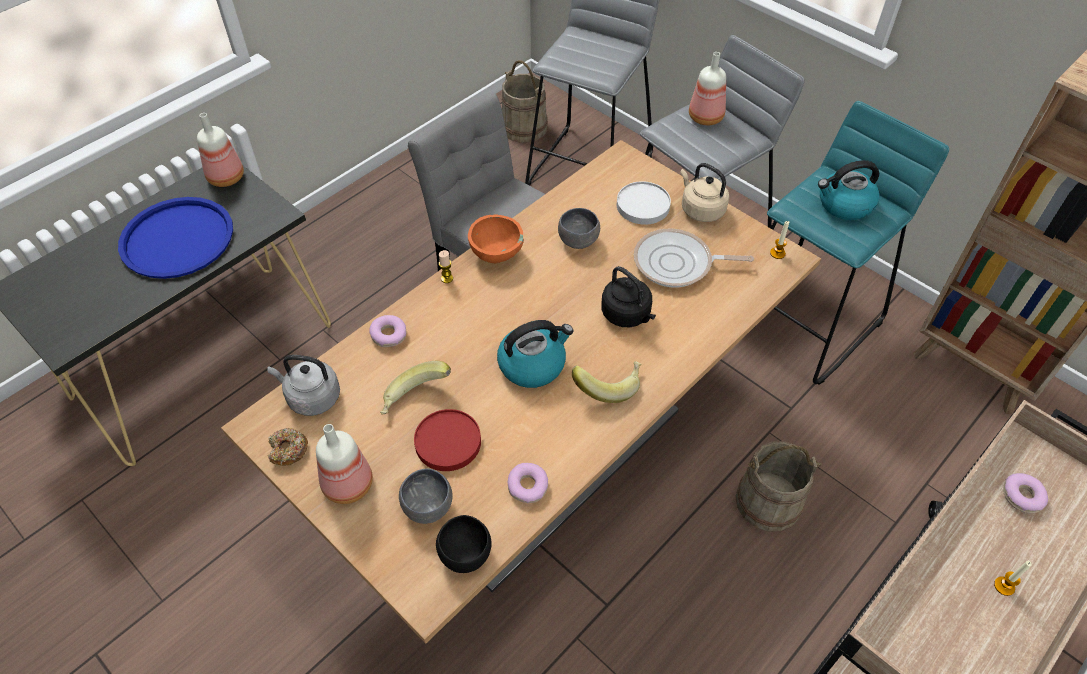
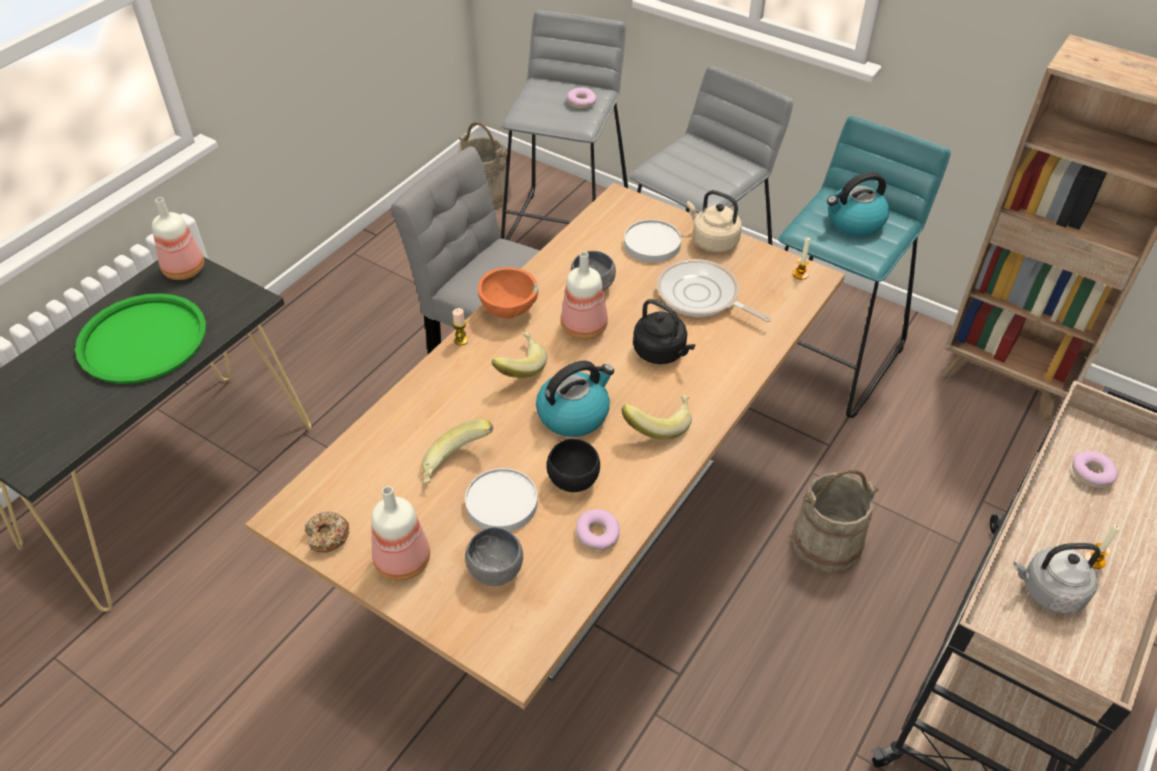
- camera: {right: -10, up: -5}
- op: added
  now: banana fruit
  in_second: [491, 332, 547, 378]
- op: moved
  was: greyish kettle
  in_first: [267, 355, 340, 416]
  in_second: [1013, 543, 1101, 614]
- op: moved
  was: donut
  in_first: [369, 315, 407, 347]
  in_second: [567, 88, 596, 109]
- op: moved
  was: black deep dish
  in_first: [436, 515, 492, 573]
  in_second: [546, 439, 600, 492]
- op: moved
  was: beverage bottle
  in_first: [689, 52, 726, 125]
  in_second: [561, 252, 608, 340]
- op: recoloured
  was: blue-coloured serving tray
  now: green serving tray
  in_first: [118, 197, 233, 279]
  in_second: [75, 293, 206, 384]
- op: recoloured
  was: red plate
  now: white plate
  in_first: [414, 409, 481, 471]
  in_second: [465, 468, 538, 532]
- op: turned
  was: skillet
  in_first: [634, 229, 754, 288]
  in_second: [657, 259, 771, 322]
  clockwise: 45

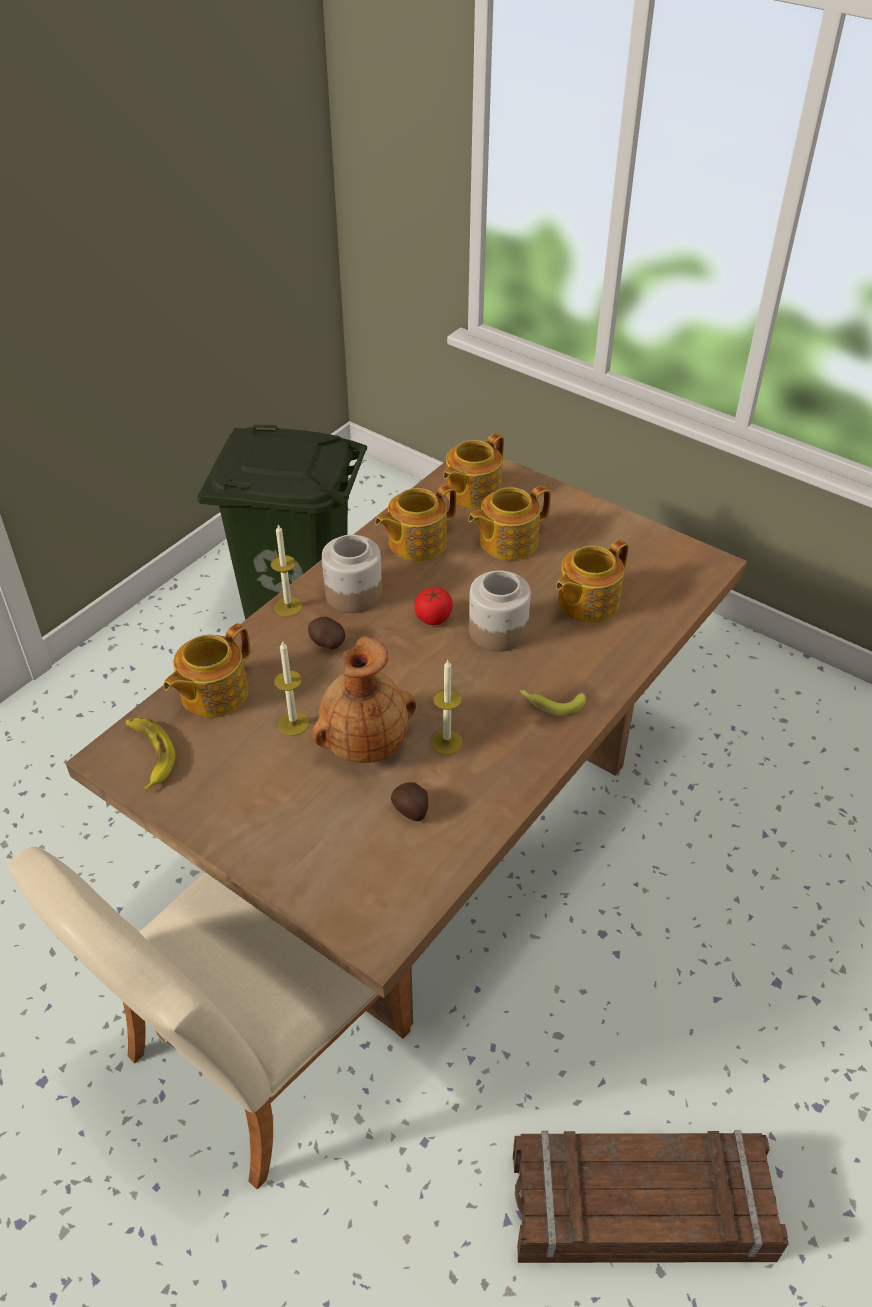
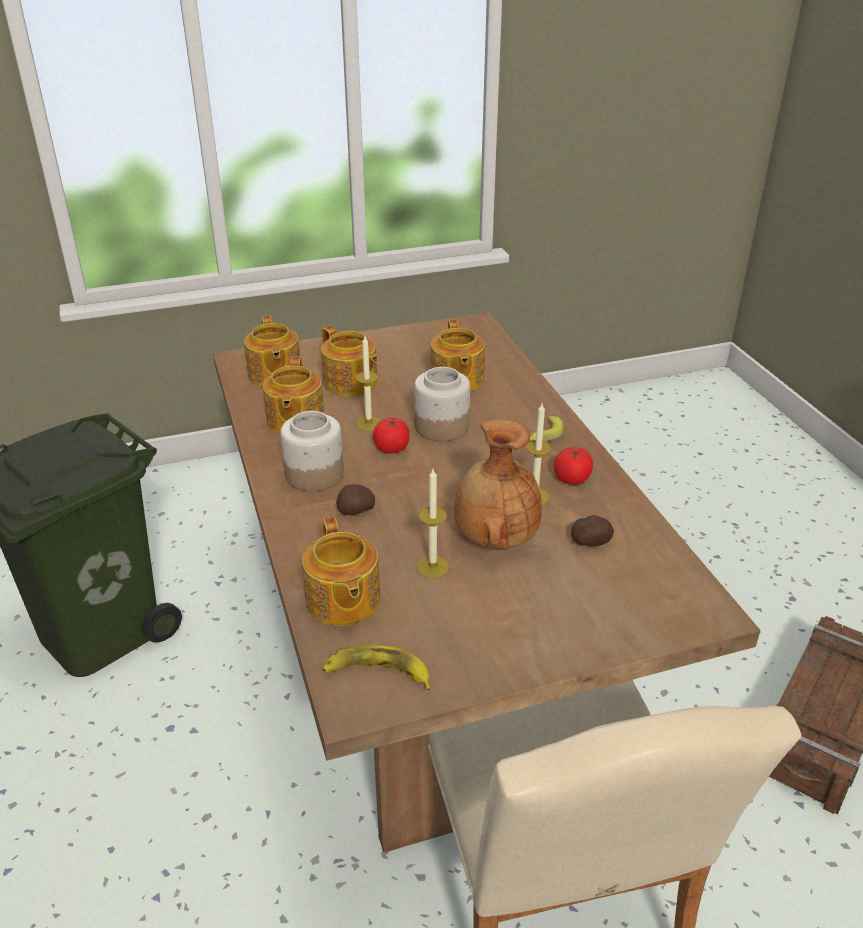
- camera: {right: -55, up: -10}
- op: added
  now: tomato
  in_second: [554, 447, 593, 485]
- op: moved
  was: wax candle
  in_first: [271, 525, 302, 617]
  in_second: [355, 336, 381, 431]
- op: turned
  was: teapot
  in_first: [468, 485, 551, 560]
  in_second: [321, 325, 378, 397]
  clockwise: -45

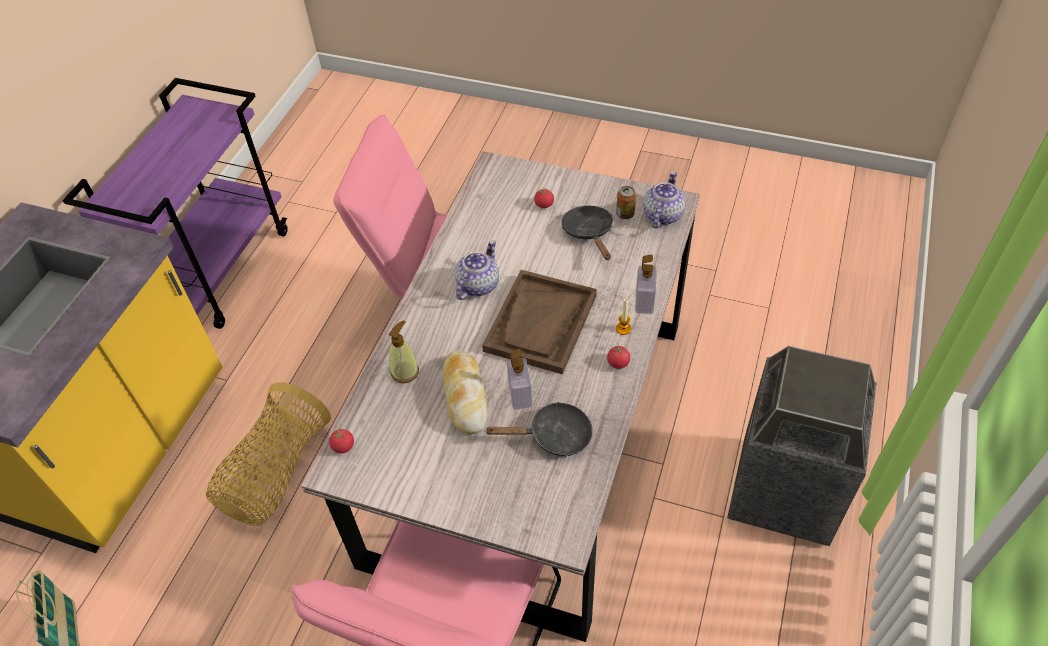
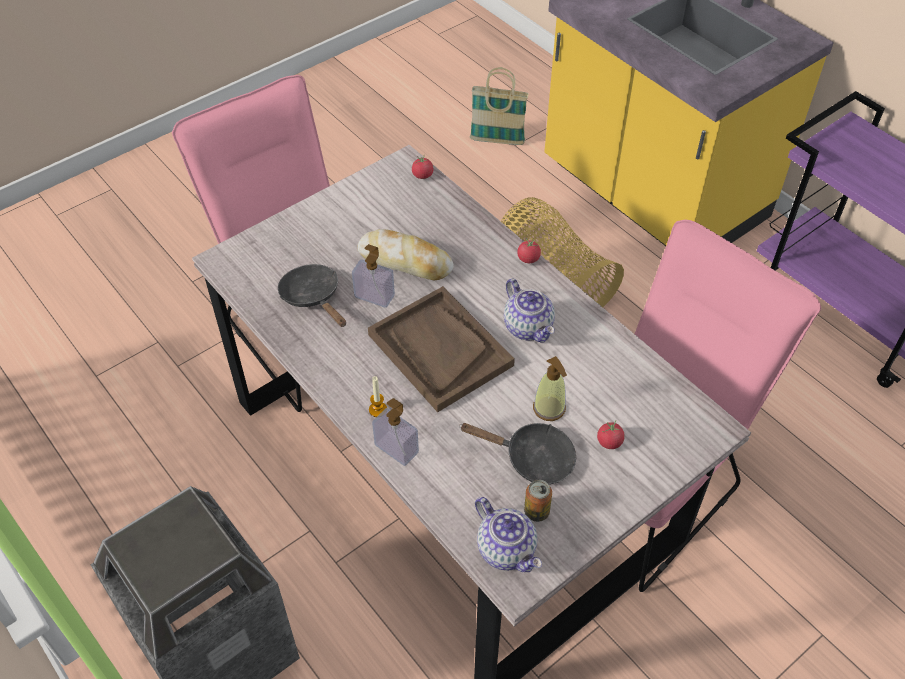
- camera: {right: 120, up: 0}
- op: moved
  was: liquid soap bottle
  in_first: [388, 321, 419, 383]
  in_second: [533, 356, 567, 421]
- op: moved
  was: tomato
  in_first: [607, 345, 630, 369]
  in_second: [517, 238, 541, 263]
- op: turned
  was: black skillet
  in_first: [486, 402, 593, 457]
  in_second: [278, 264, 346, 327]
  clockwise: 120

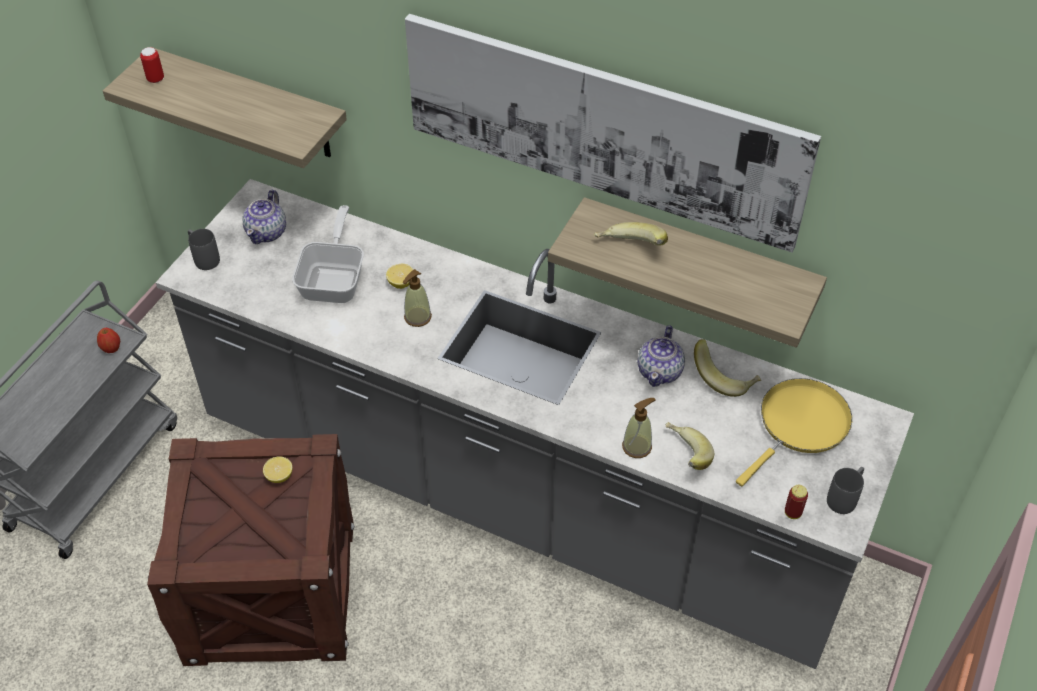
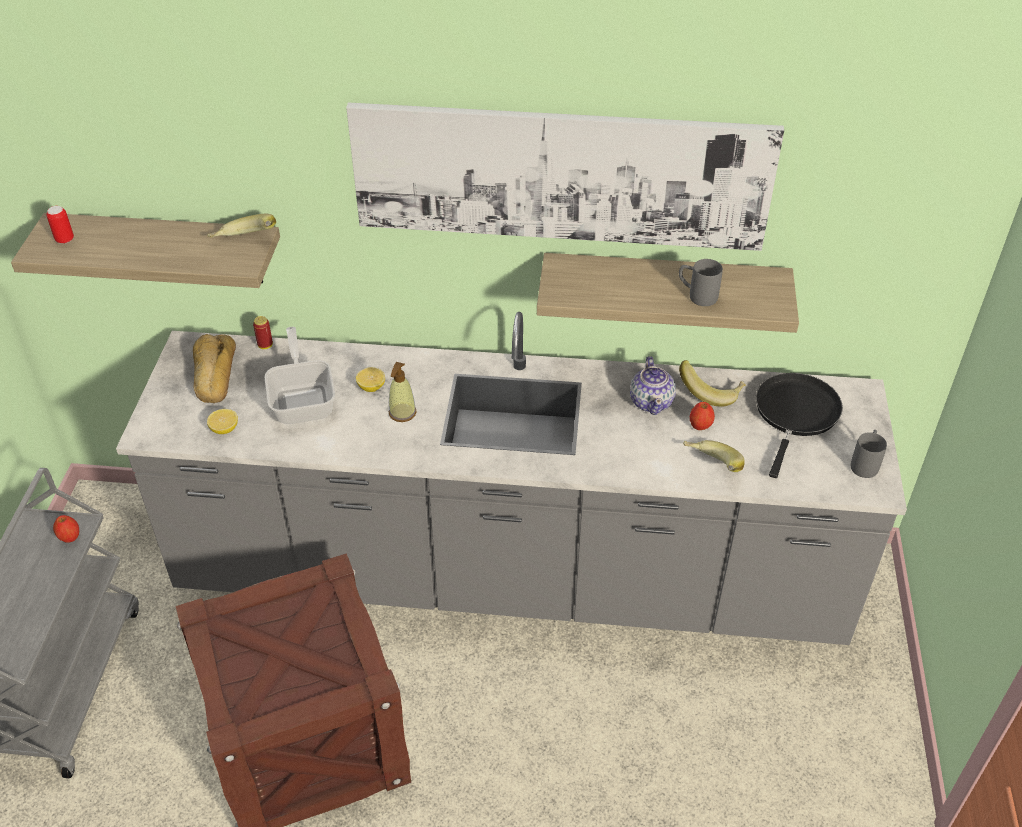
- camera: {right: -20, up: -5}
- op: removed
  was: liquid soap bottle
  in_first: [622, 398, 656, 458]
- op: added
  now: whole apple
  in_second: [690, 402, 715, 430]
- op: moved
  was: greyish coffee mug
  in_first: [188, 229, 220, 270]
  in_second: [679, 259, 723, 306]
- op: moved
  was: whole lemon
  in_first: [263, 456, 293, 483]
  in_second: [207, 409, 238, 434]
- op: moved
  was: banana fruit
  in_first: [594, 222, 668, 246]
  in_second: [207, 214, 276, 238]
- op: moved
  was: can
  in_first: [785, 485, 808, 519]
  in_second: [253, 316, 273, 349]
- op: replaced
  was: teapot
  now: baked bread
  in_first: [242, 190, 286, 244]
  in_second: [193, 334, 236, 403]
- op: recoloured
  was: yellow-coloured skillet
  now: black skillet
  in_first: [736, 378, 852, 486]
  in_second: [756, 373, 843, 478]

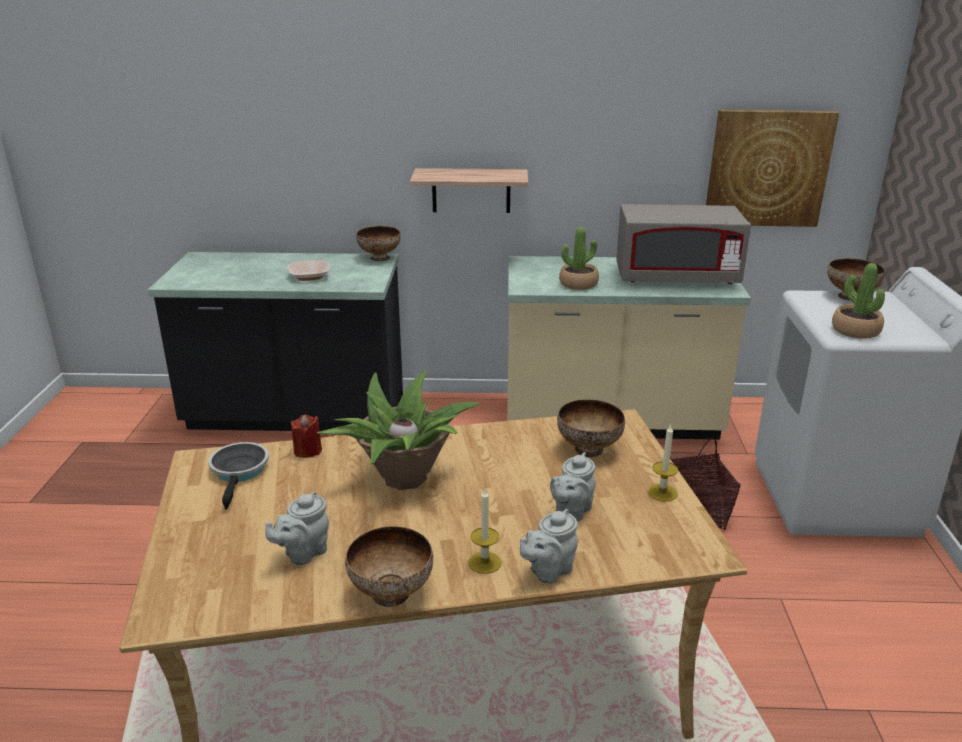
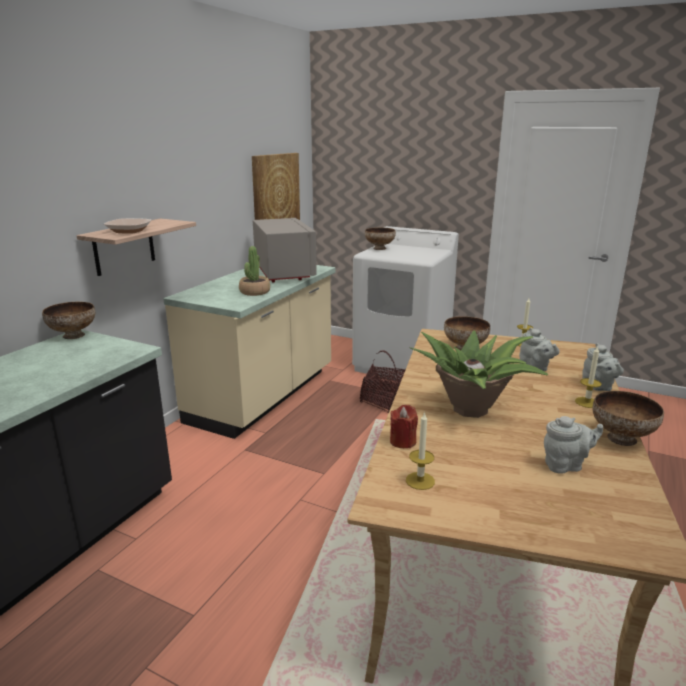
- camera: {right: -65, up: -5}
- op: removed
  was: potted plant
  in_first: [832, 263, 885, 339]
- op: moved
  was: deep dish
  in_first: [288, 260, 330, 281]
  in_second: [104, 218, 151, 233]
- op: replaced
  was: skillet
  now: wax candle
  in_first: [208, 442, 269, 510]
  in_second: [406, 411, 435, 490]
- op: turned
  was: greyish teapot
  in_first: [265, 491, 329, 565]
  in_second: [544, 416, 603, 474]
  clockwise: -75
- op: turned
  was: greyish microwave oven
  in_first: [616, 204, 751, 284]
  in_second: [253, 218, 317, 282]
  clockwise: -45

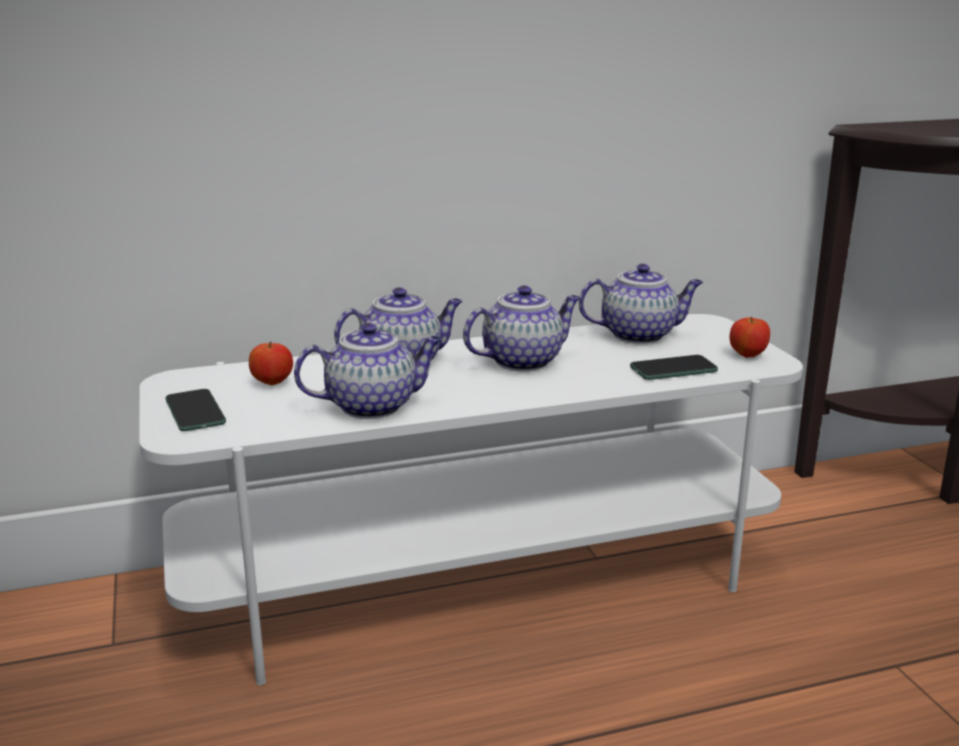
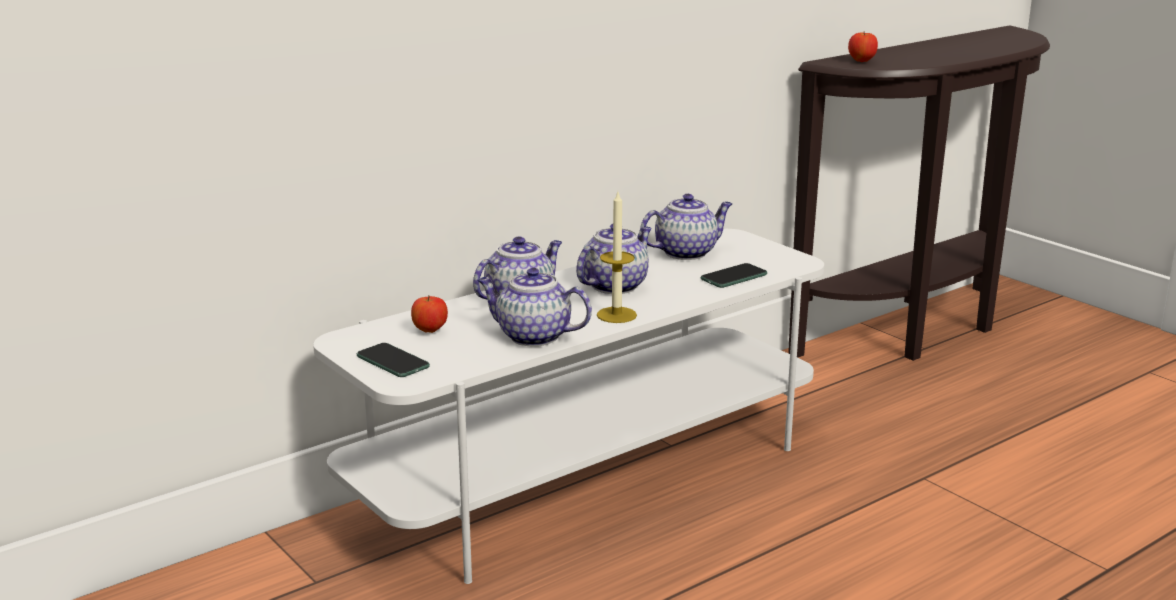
- camera: {right: -20, up: 0}
- op: added
  now: wax candle
  in_second: [597, 192, 637, 323]
- op: moved
  was: whole apple
  in_first: [730, 317, 770, 358]
  in_second: [848, 31, 878, 62]
- op: turned
  was: teapot
  in_first: [294, 323, 442, 419]
  in_second: [478, 268, 592, 347]
  clockwise: -120

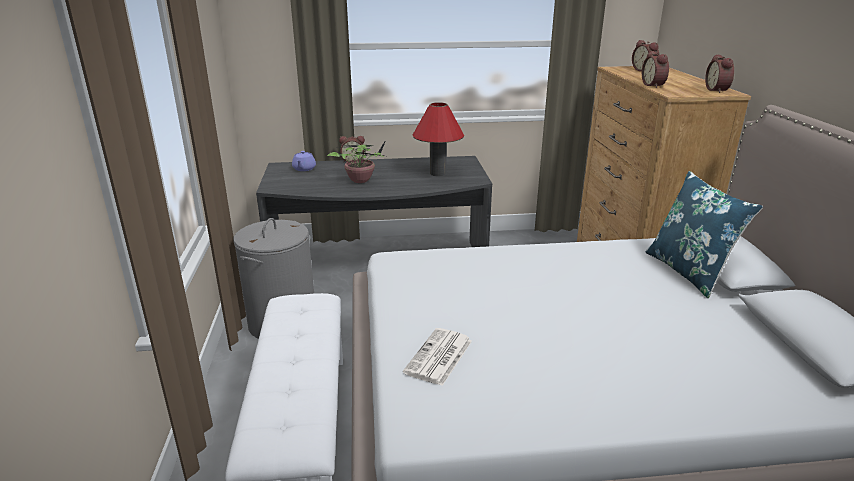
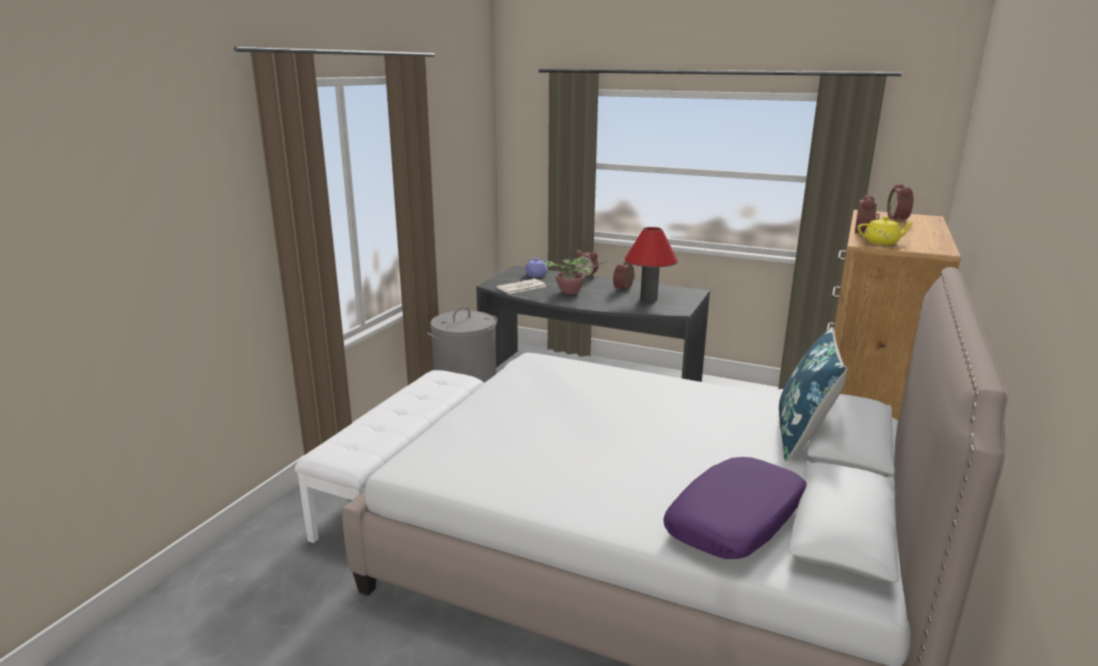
- camera: {right: 30, up: -5}
- op: added
  now: purple-coloured throw pillow
  in_second: [663, 457, 807, 559]
- op: added
  now: yellow-coloured teapot
  in_second: [857, 216, 914, 245]
- op: moved
  was: newspaper
  in_first: [403, 328, 472, 386]
  in_second: [496, 279, 547, 294]
- op: moved
  was: table clock
  in_first: [705, 54, 734, 93]
  in_second: [613, 261, 635, 291]

